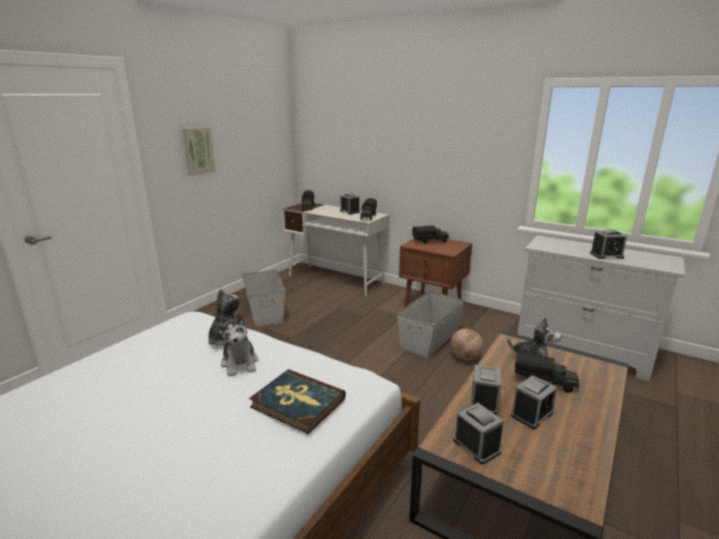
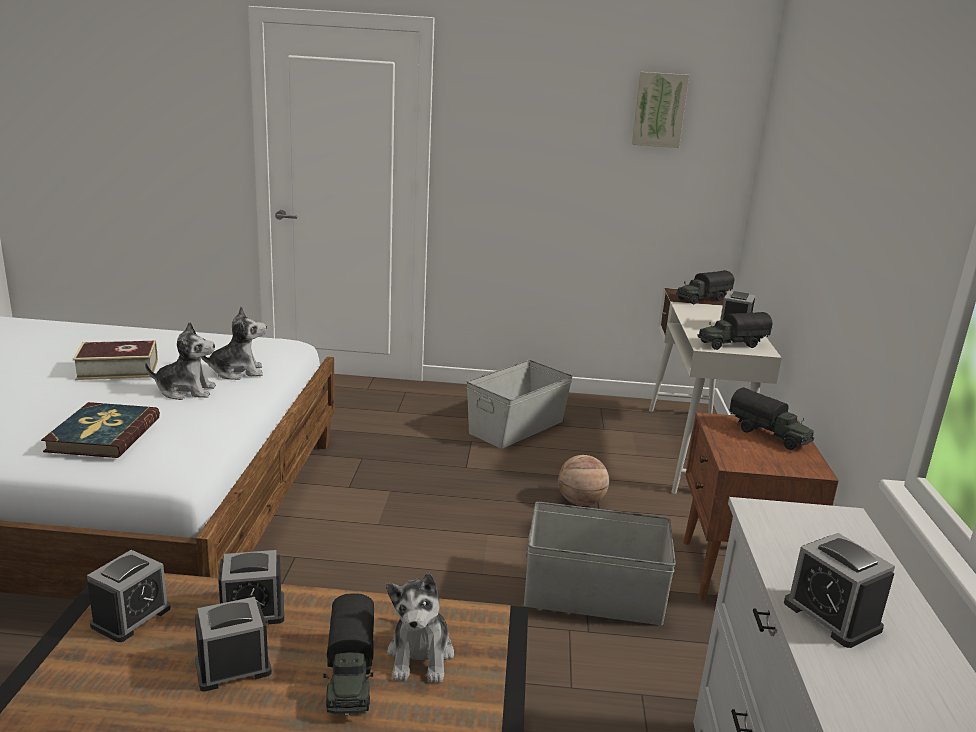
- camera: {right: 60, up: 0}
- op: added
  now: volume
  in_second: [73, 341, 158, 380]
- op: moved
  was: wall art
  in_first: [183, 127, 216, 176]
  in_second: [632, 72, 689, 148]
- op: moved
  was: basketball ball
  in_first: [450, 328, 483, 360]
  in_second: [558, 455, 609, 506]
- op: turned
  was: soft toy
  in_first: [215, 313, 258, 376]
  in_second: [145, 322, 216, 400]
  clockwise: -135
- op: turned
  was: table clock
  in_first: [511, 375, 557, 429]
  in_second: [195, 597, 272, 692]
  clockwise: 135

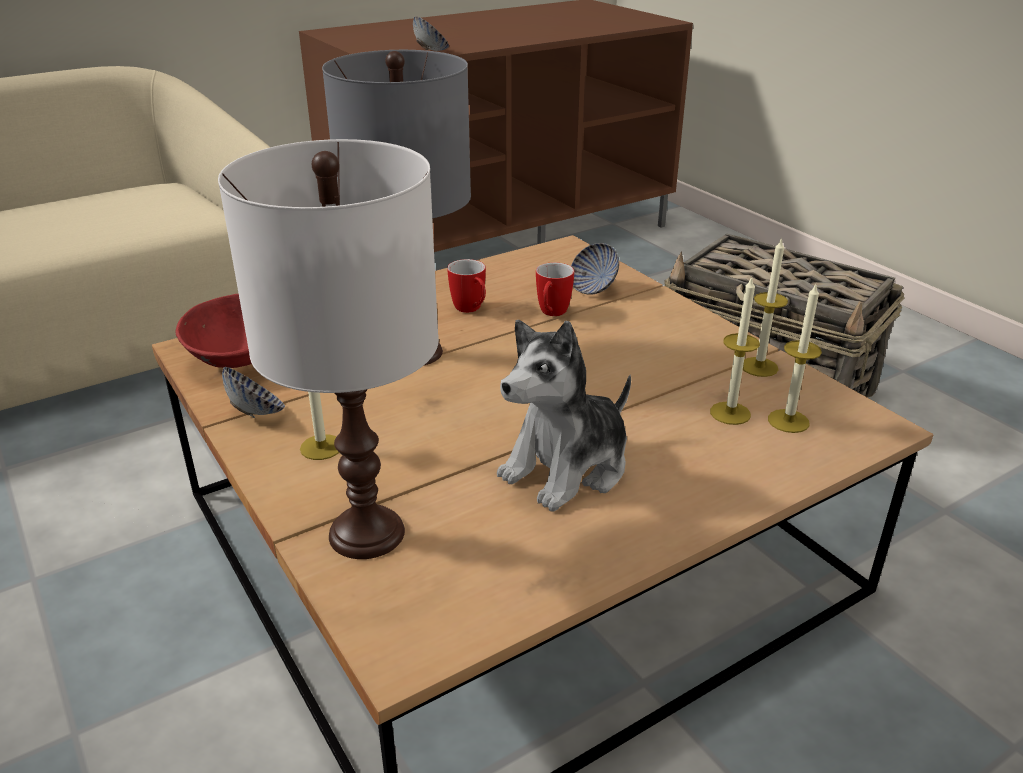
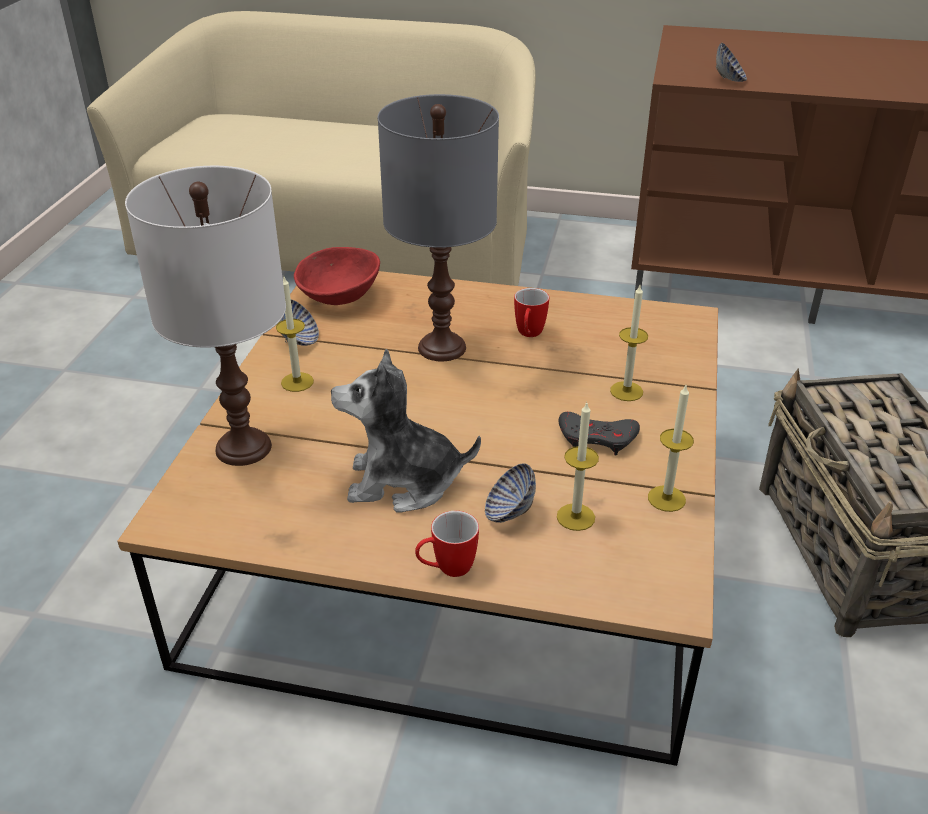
- camera: {right: 45, up: 5}
- op: added
  now: greyish gamepad
  in_second: [559, 412, 640, 455]
- op: moved
  was: coffee mug
  in_first: [536, 262, 574, 316]
  in_second: [415, 511, 479, 577]
- op: moved
  was: deep dish
  in_first: [571, 243, 619, 295]
  in_second: [485, 463, 536, 523]
- op: moved
  was: wax candle
  in_first: [768, 285, 822, 433]
  in_second: [610, 285, 648, 401]

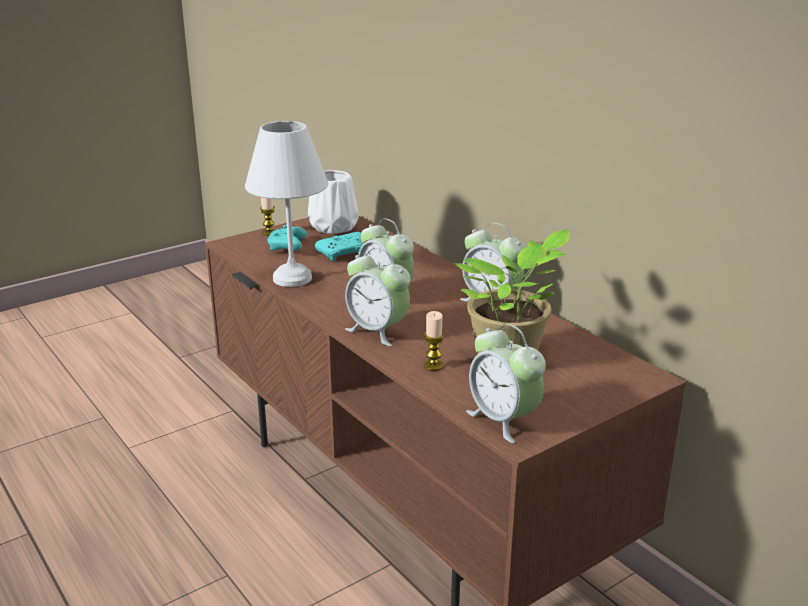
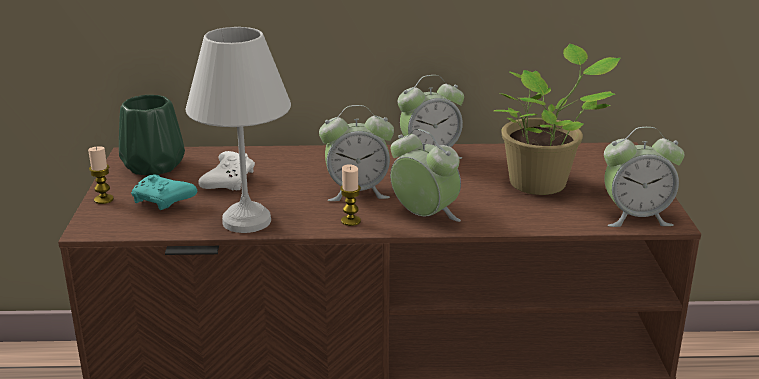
- camera: {right: -55, up: 0}
- op: moved
  was: wax candle
  in_first: [424, 311, 444, 371]
  in_second: [340, 164, 361, 226]
- op: recoloured
  was: white decorative vase
  now: green decorative vase
  in_first: [308, 170, 359, 234]
  in_second: [119, 95, 185, 176]
- op: recoloured
  was: turquoise gamepad
  now: white gamepad
  in_first: [315, 232, 364, 261]
  in_second: [198, 151, 255, 191]
- op: turned
  was: table clock
  in_first: [345, 248, 410, 346]
  in_second: [390, 129, 461, 222]
  clockwise: -120

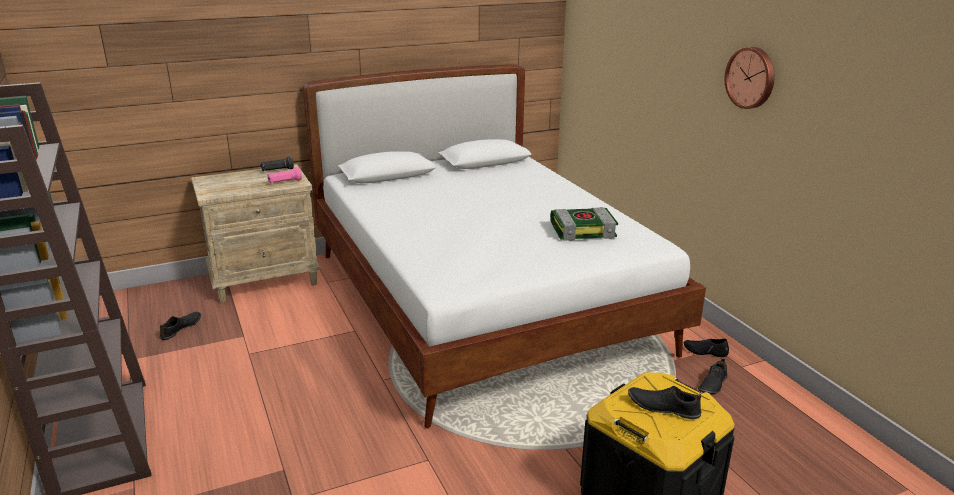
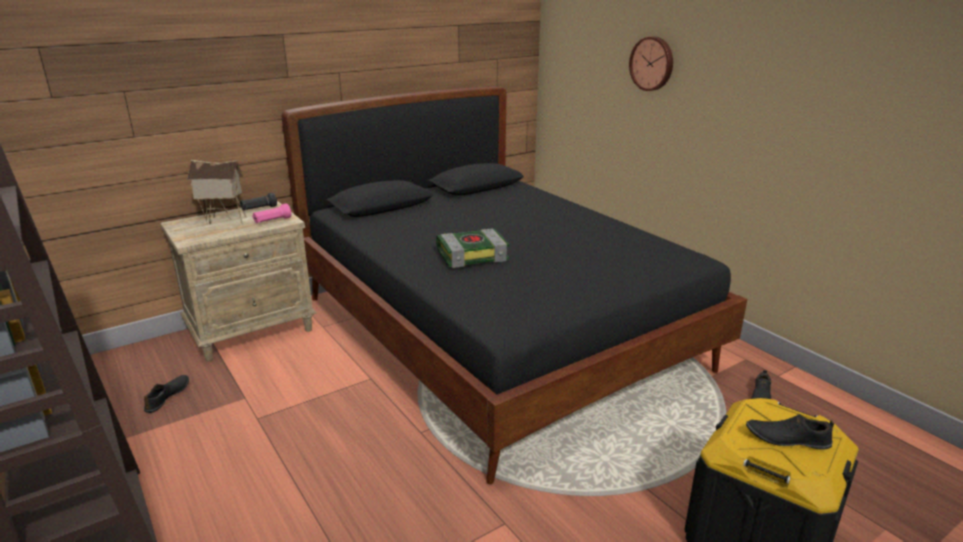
- camera: {right: -10, up: 0}
- op: removed
  was: black item of footwear
  in_first: [684, 339, 729, 357]
- op: added
  now: model house
  in_second: [187, 160, 247, 225]
- op: moved
  was: volume
  in_first: [551, 207, 618, 241]
  in_second: [436, 229, 509, 268]
- op: moved
  was: hanging clock
  in_first: [725, 47, 775, 109]
  in_second: [629, 36, 673, 91]
- op: recoloured
  was: white bed
  now: black bed
  in_first: [303, 65, 706, 428]
  in_second: [281, 86, 747, 484]

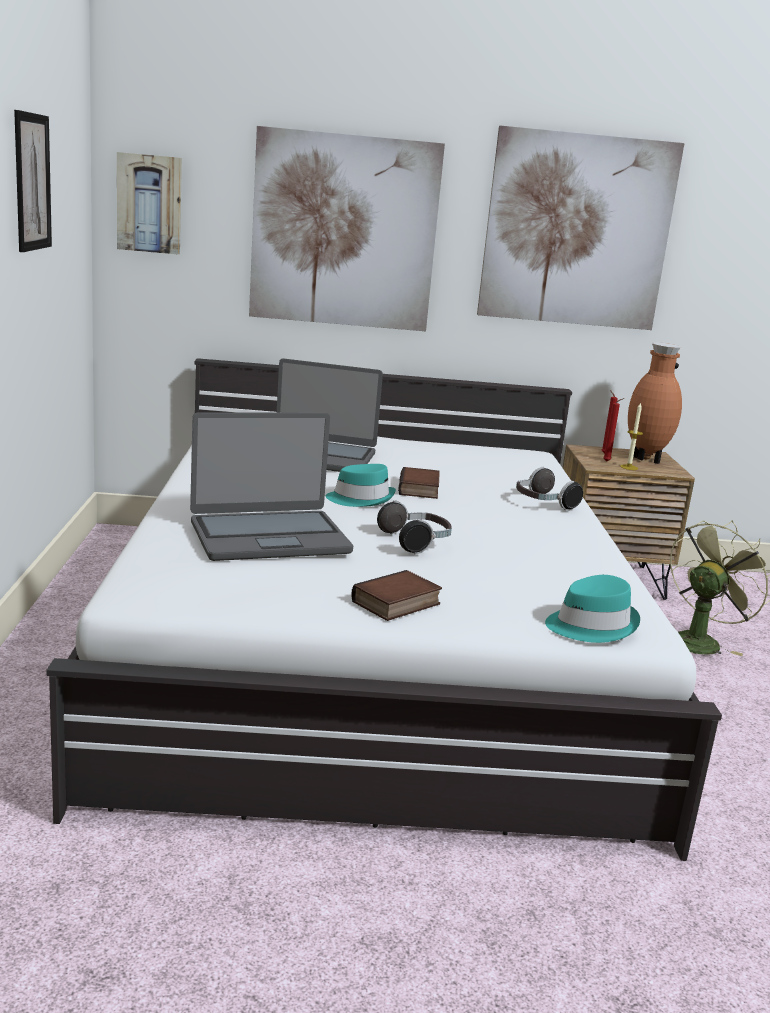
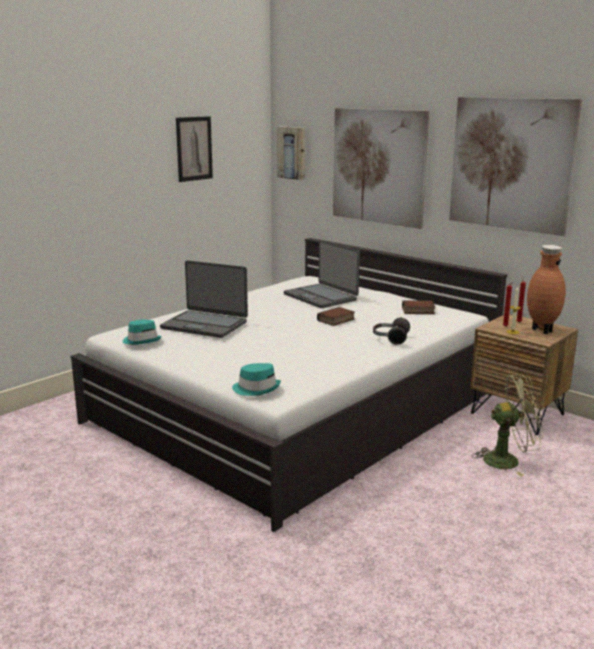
- camera: {right: 45, up: 0}
- op: removed
  was: pair of headphones
  in_first: [377, 500, 452, 554]
- op: moved
  was: turquoise wearable hat
  in_first: [325, 464, 396, 507]
  in_second: [123, 319, 162, 345]
- op: moved
  was: volume
  in_first: [351, 570, 442, 621]
  in_second: [402, 300, 435, 314]

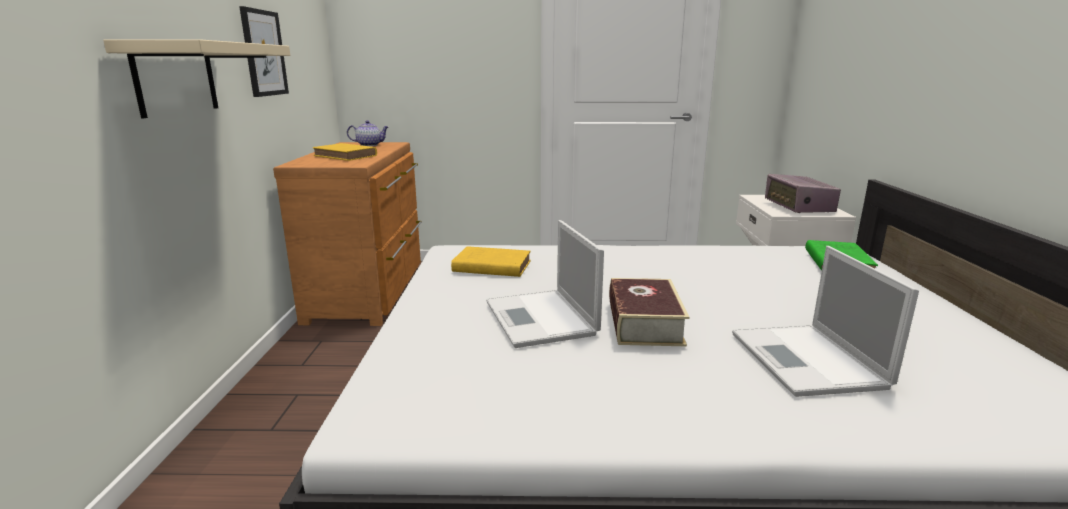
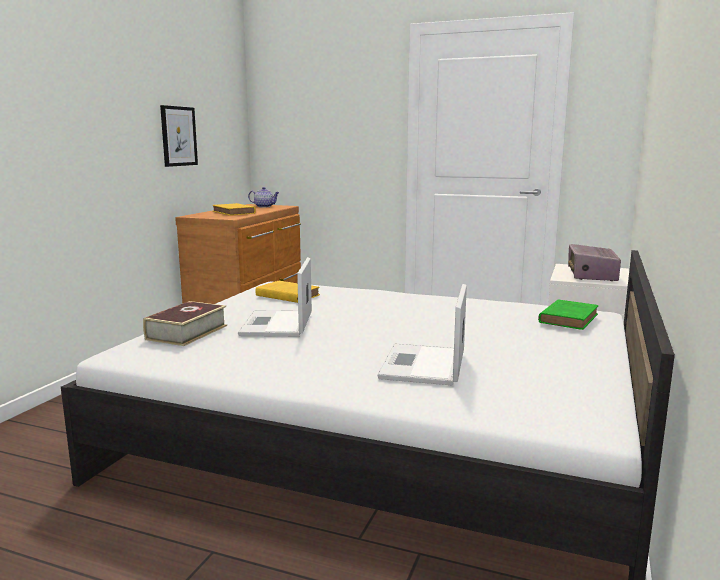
- camera: {right: 20, up: -5}
- op: removed
  was: beige-coloured shelf
  in_first: [103, 39, 290, 118]
- op: moved
  was: volume
  in_first: [609, 278, 690, 346]
  in_second: [143, 301, 227, 346]

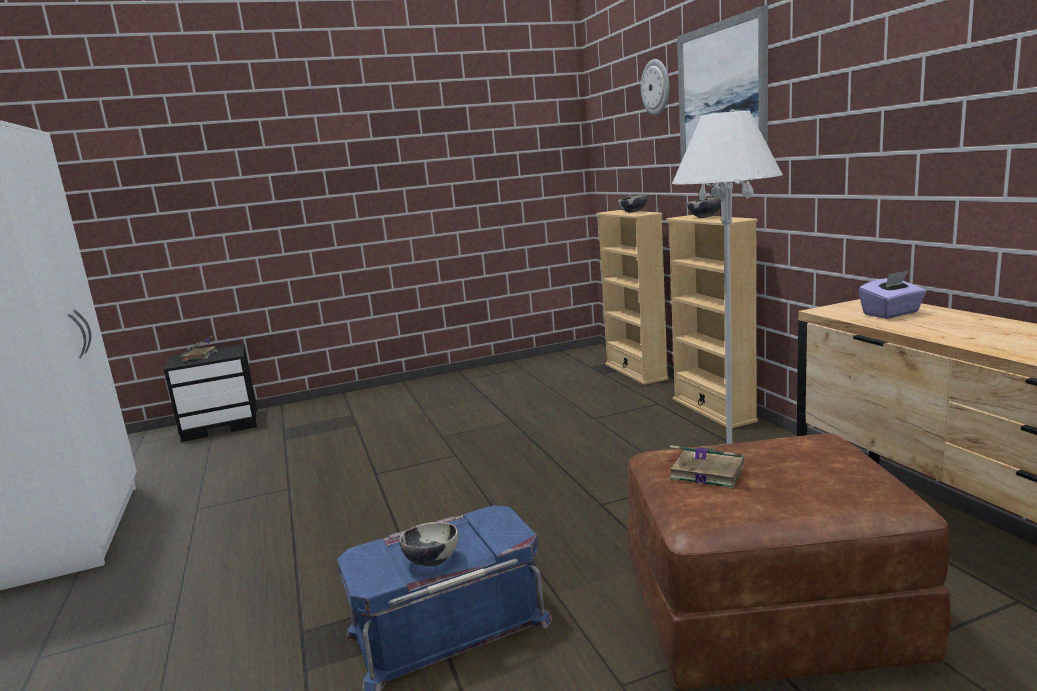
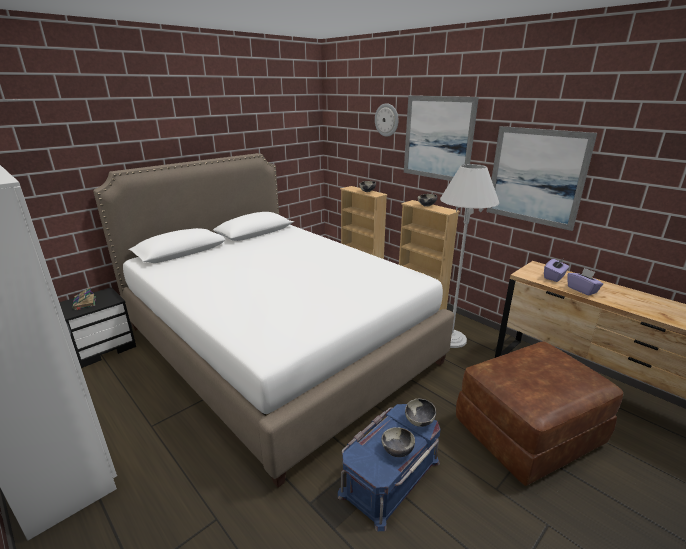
- camera: {right: -25, up: 10}
- op: removed
  was: volume
  in_first: [668, 445, 744, 488]
- op: added
  now: white bed
  in_second: [93, 153, 454, 488]
- op: added
  now: deep dish
  in_second: [405, 399, 436, 427]
- op: added
  now: wall art
  in_second: [486, 126, 597, 231]
- op: added
  now: purple-coloured tissue holder
  in_second: [568, 268, 603, 296]

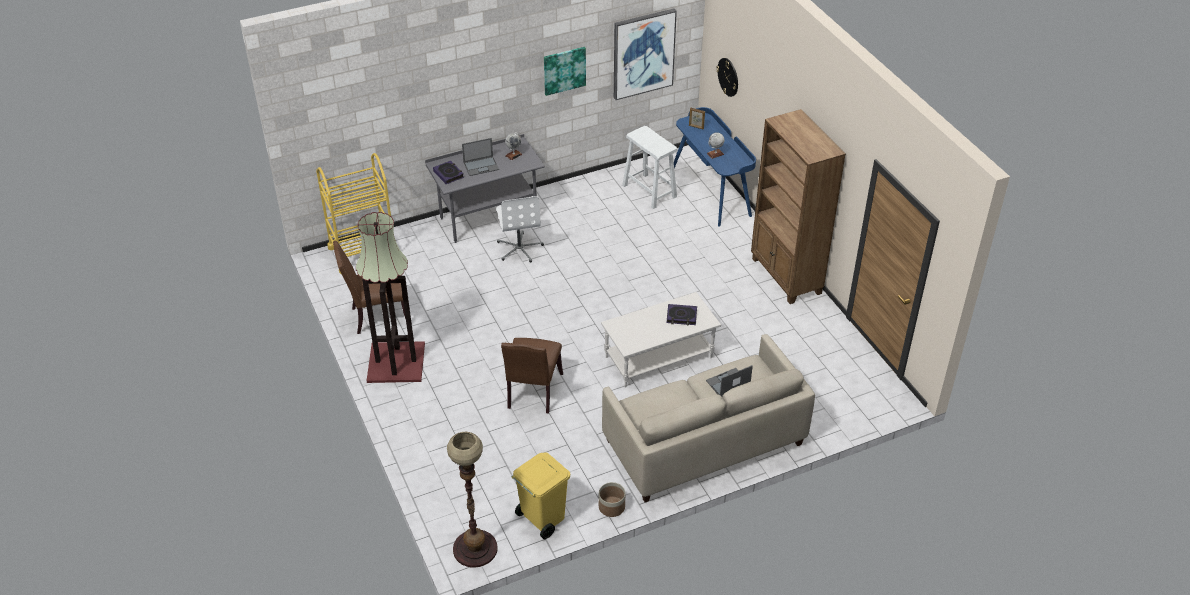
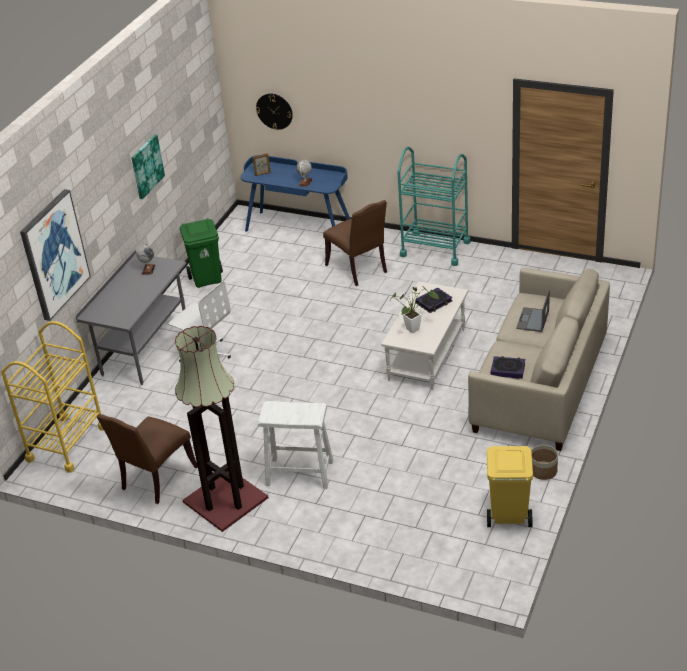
- camera: {right: -40, up: -5}
- op: removed
  was: standard lamp
  in_first: [447, 432, 498, 568]
- op: removed
  was: notebook computer
  in_first: [462, 138, 499, 176]
- op: added
  now: green trash can
  in_second: [180, 218, 223, 288]
- op: added
  now: potted plant
  in_second: [390, 287, 439, 333]
- op: moved
  was: volume
  in_first: [433, 161, 464, 184]
  in_second: [491, 356, 525, 379]
- op: moved
  was: brown plain chair
  in_first: [501, 338, 563, 414]
  in_second: [323, 200, 387, 286]
- op: moved
  was: wall art
  in_first: [614, 9, 677, 100]
  in_second: [20, 189, 91, 321]
- op: moved
  was: white sitting stool
  in_first: [622, 126, 678, 209]
  in_second: [258, 401, 333, 489]
- op: replaced
  was: brown shelving unit
  now: turquoise cart
  in_first: [751, 109, 846, 304]
  in_second: [397, 146, 470, 266]

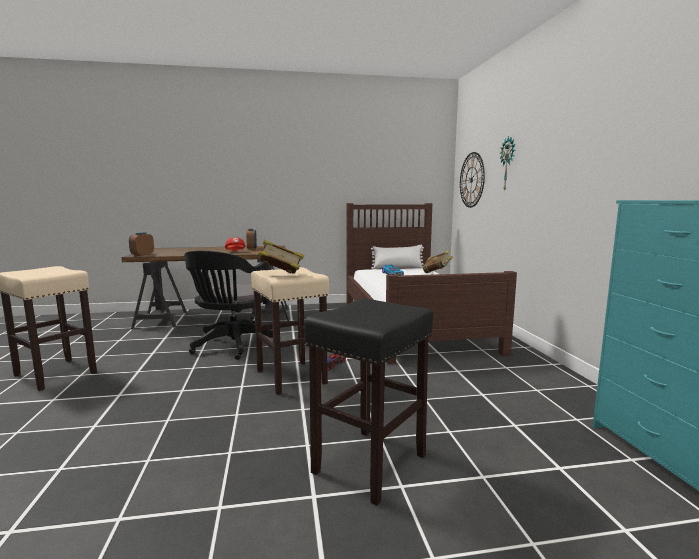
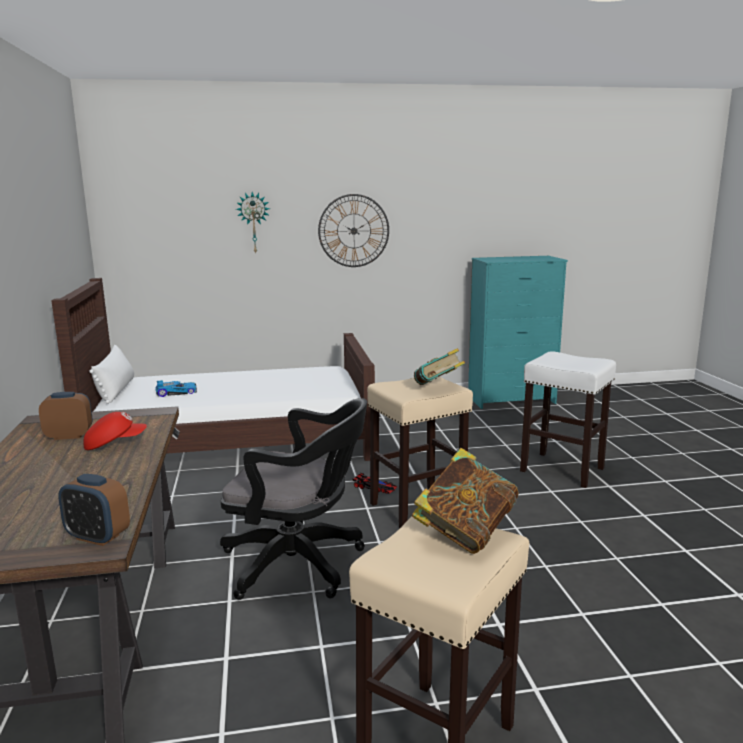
- camera: {right: -90, up: 5}
- op: moved
  was: volume
  in_first: [423, 250, 453, 273]
  in_second: [412, 448, 518, 554]
- op: moved
  was: hanging clock
  in_first: [460, 152, 485, 208]
  in_second: [318, 194, 389, 267]
- op: recoloured
  was: black sitting stool
  now: white sitting stool
  in_first: [304, 298, 433, 506]
  in_second: [520, 351, 616, 488]

